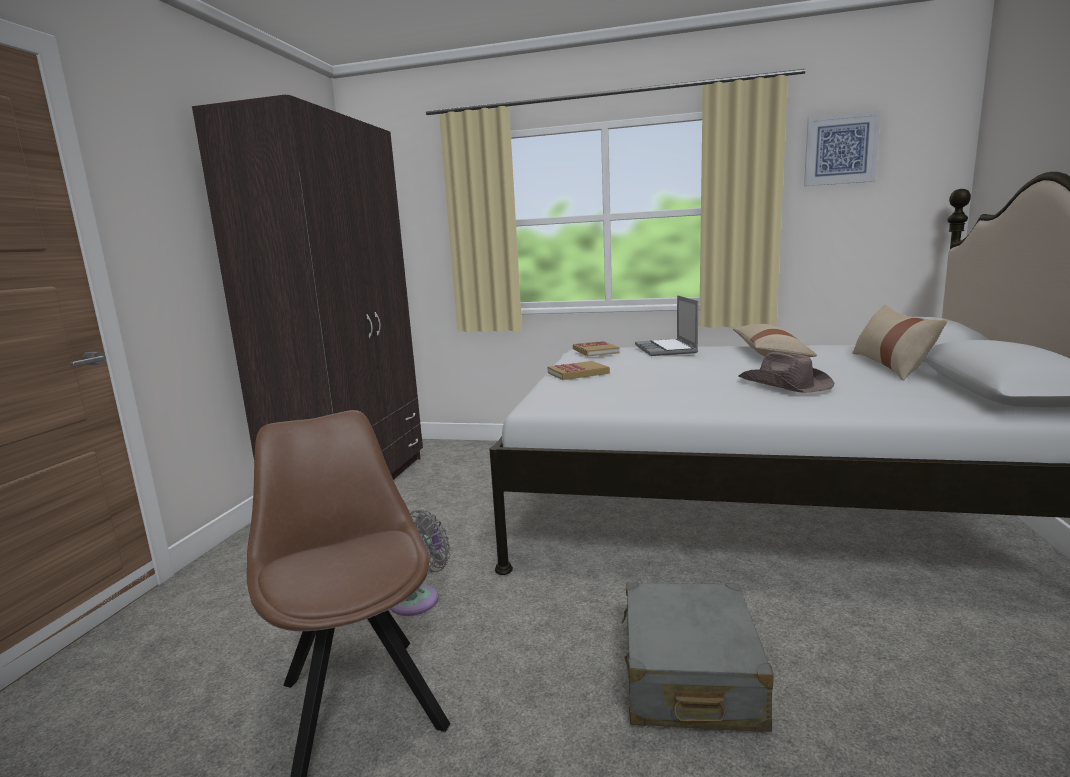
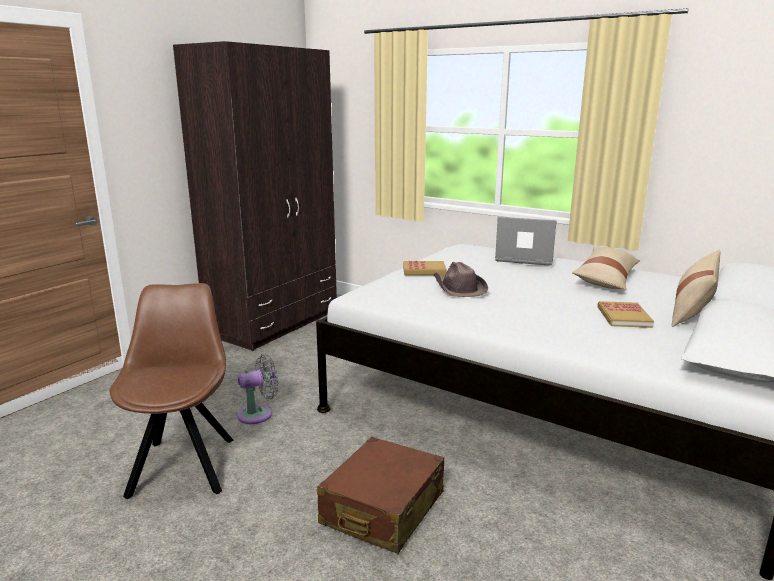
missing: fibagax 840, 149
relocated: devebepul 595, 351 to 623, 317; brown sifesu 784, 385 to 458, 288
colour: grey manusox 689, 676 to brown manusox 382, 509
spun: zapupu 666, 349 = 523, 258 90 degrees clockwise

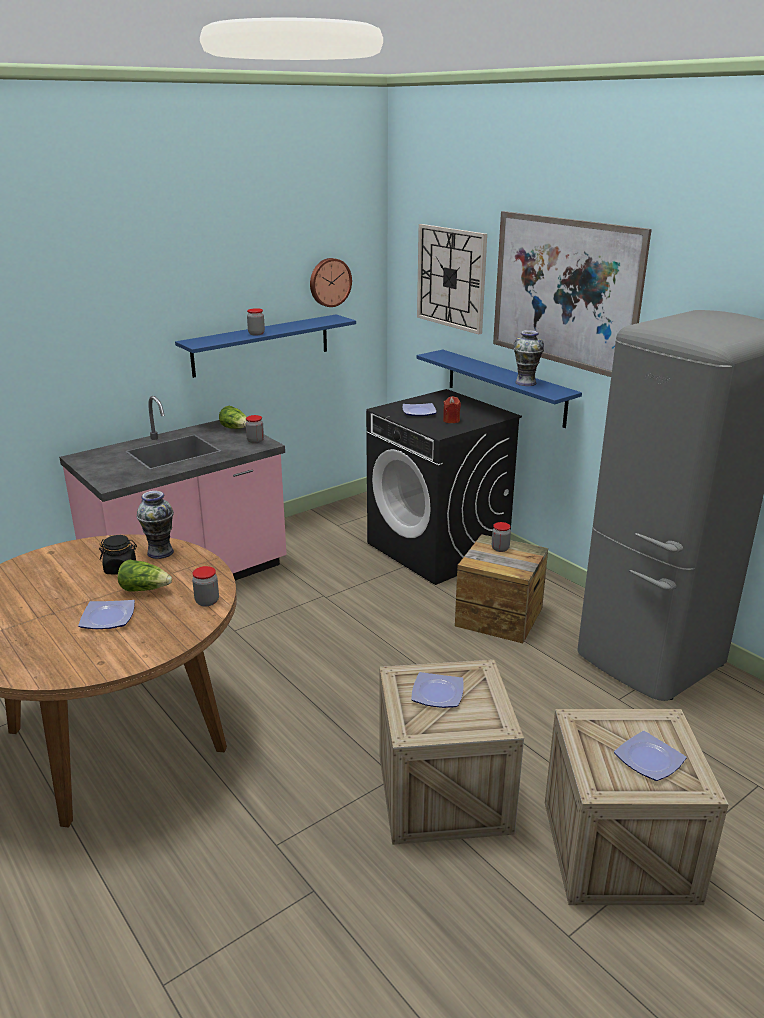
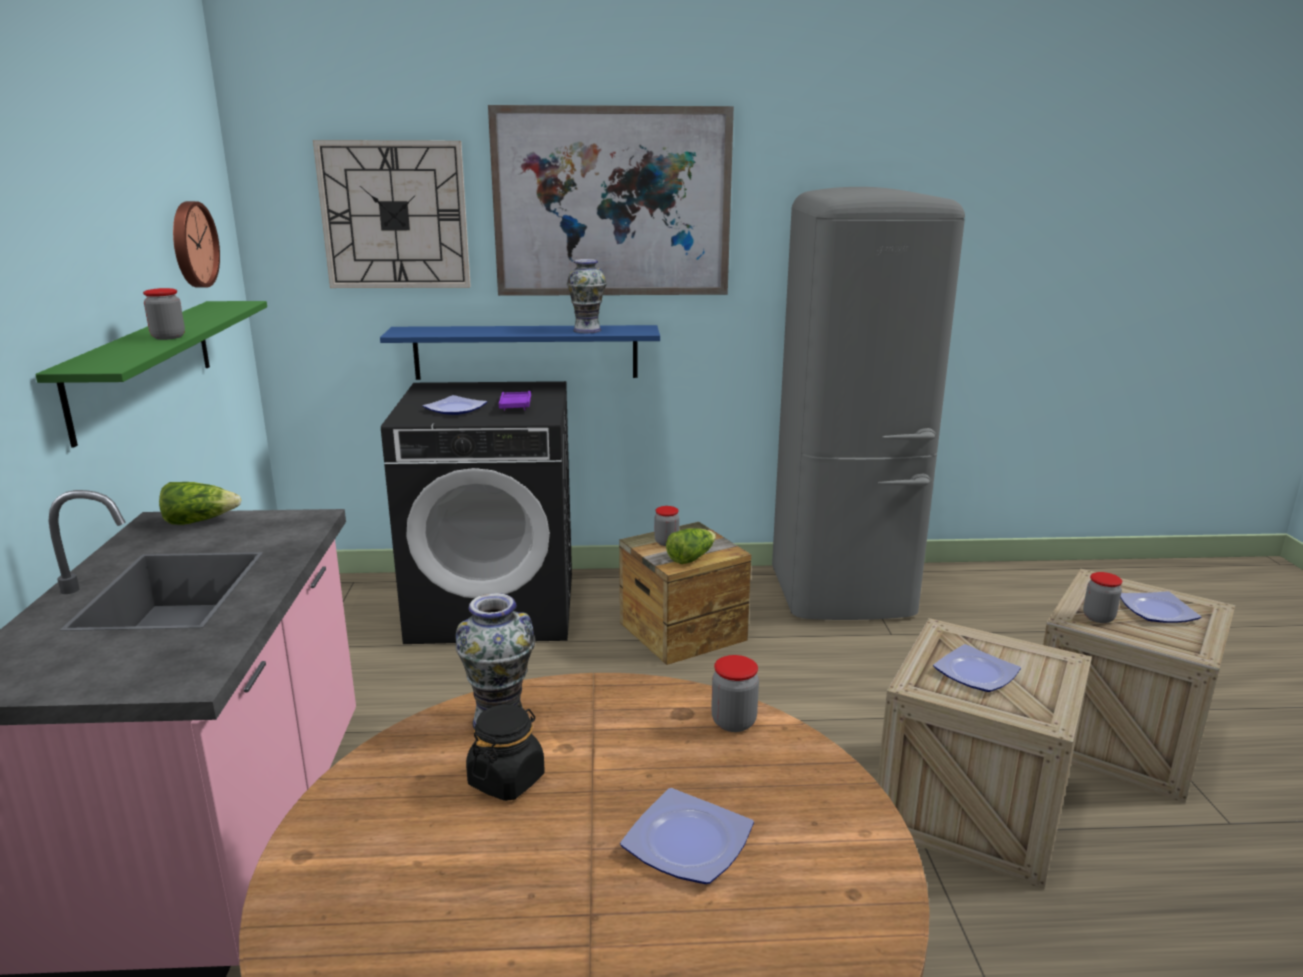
relocated: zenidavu 145, 589 to 691, 558; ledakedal 255, 441 to 1098, 617
exchanged: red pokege 451, 420 to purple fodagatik 515, 405
colour: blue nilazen 261, 345 to green nilazen 142, 366

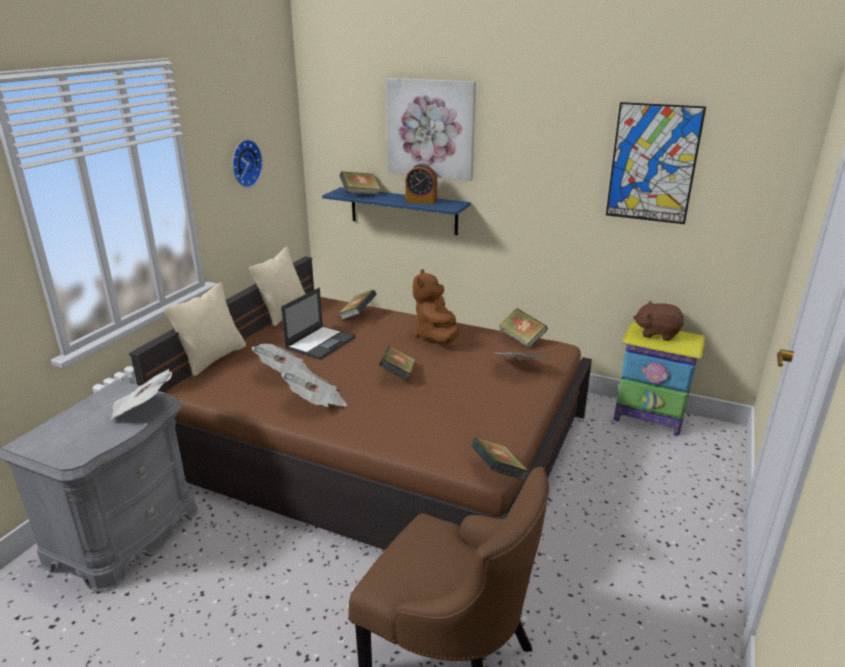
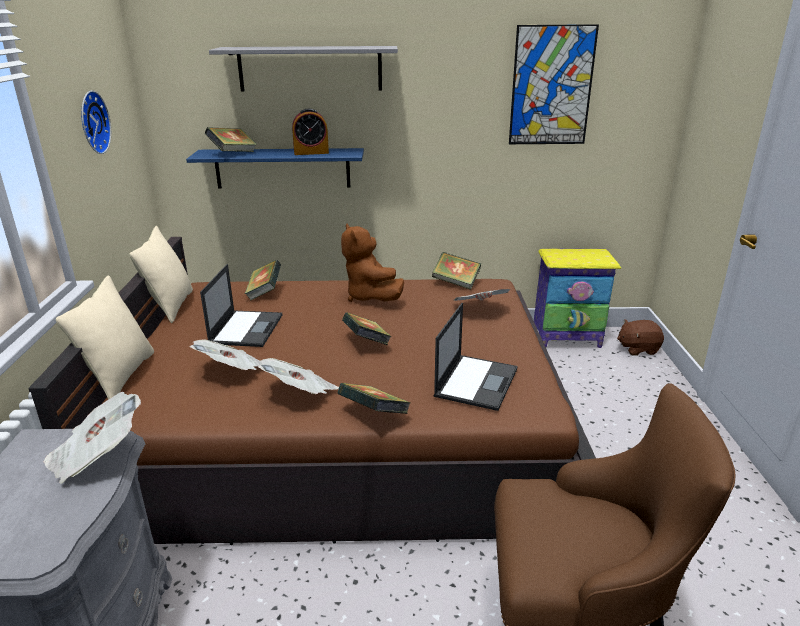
appeared: zapupu 476, 381
relocated: devebepul 498, 473 to 374, 415; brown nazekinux 657, 333 to 638, 348
exchanged: fibagax 431, 128 to grey nilazen 310, 69

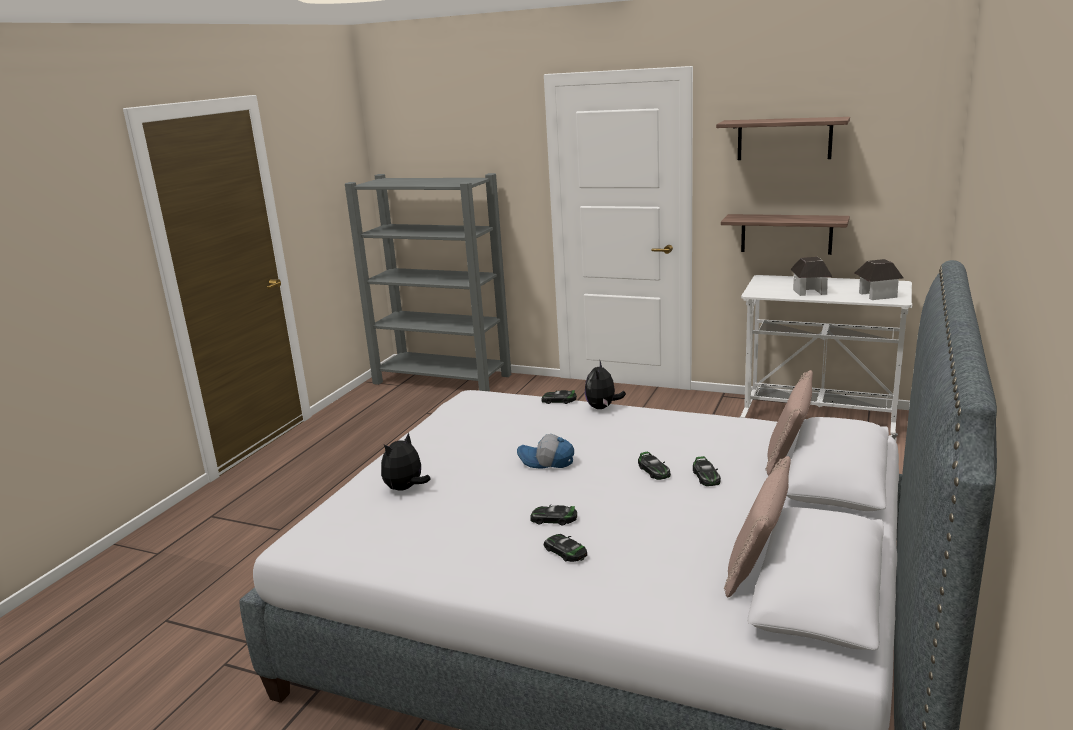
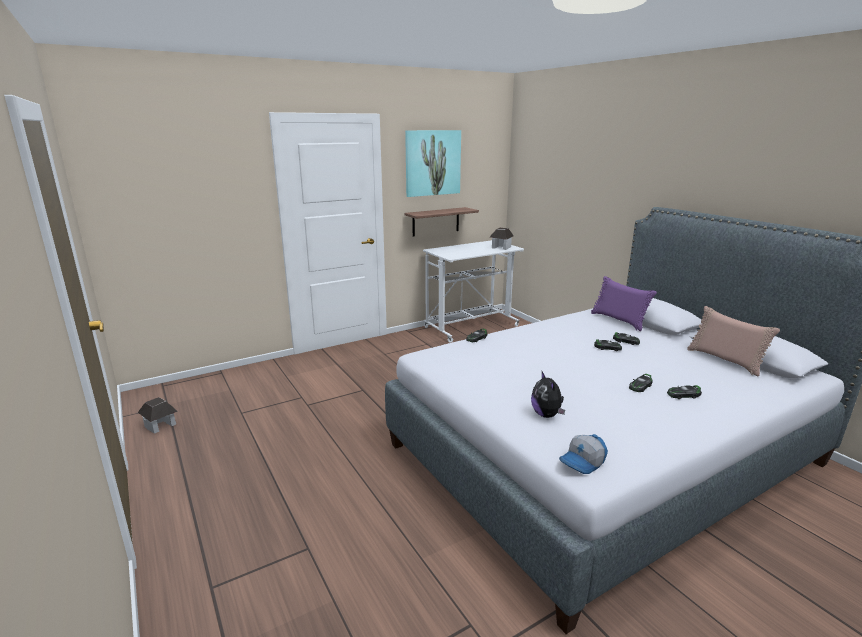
missing: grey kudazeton 442, 379; nazekinux 602, 407
relocated: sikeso 546, 461 to 583, 462; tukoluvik 809, 292 to 160, 425
exchanged: nilazen 784, 139 to fibagax 433, 163
colour: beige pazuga 788, 452 to purple pazuga 619, 321

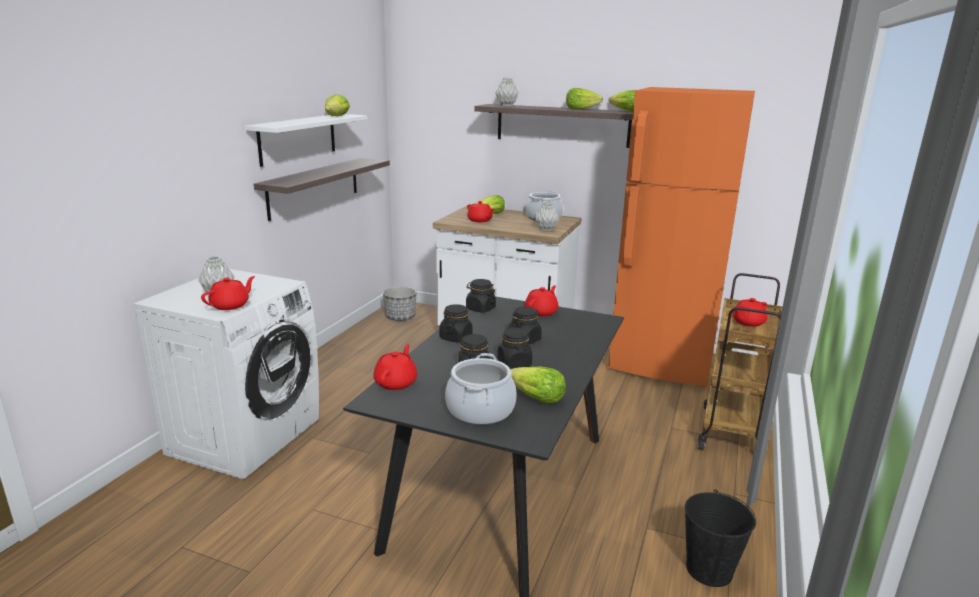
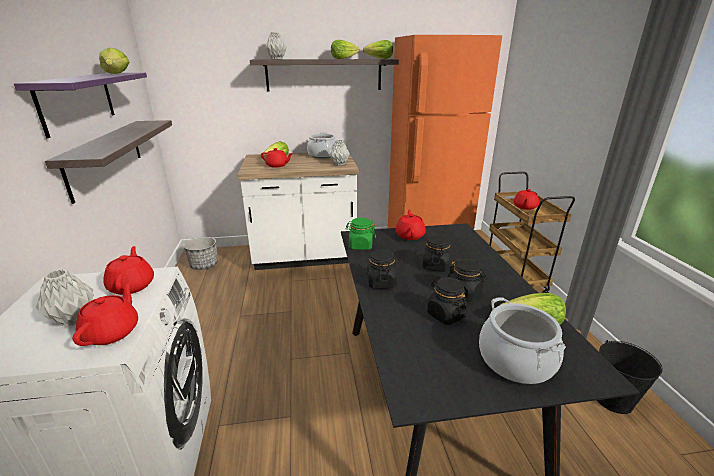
relocated: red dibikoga 396, 382 to 132, 285
colour: white nilazen 298, 138 to purple nilazen 78, 101; black ledakedal 480, 308 to green ledakedal 360, 245

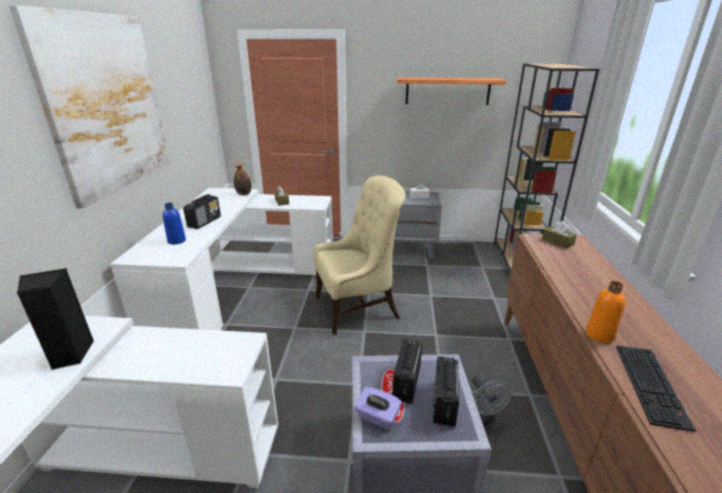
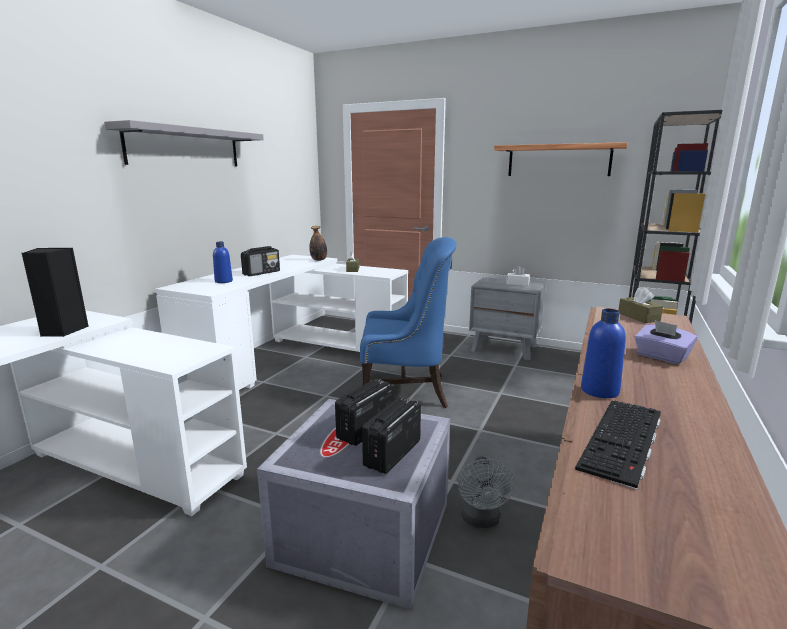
relocated: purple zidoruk 377, 417 to 661, 357
exchanged: fibagax 107, 104 to grey nilazen 185, 147
colour: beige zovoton 358, 307 to blue zovoton 405, 390; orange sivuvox 599, 335 to blue sivuvox 599, 391

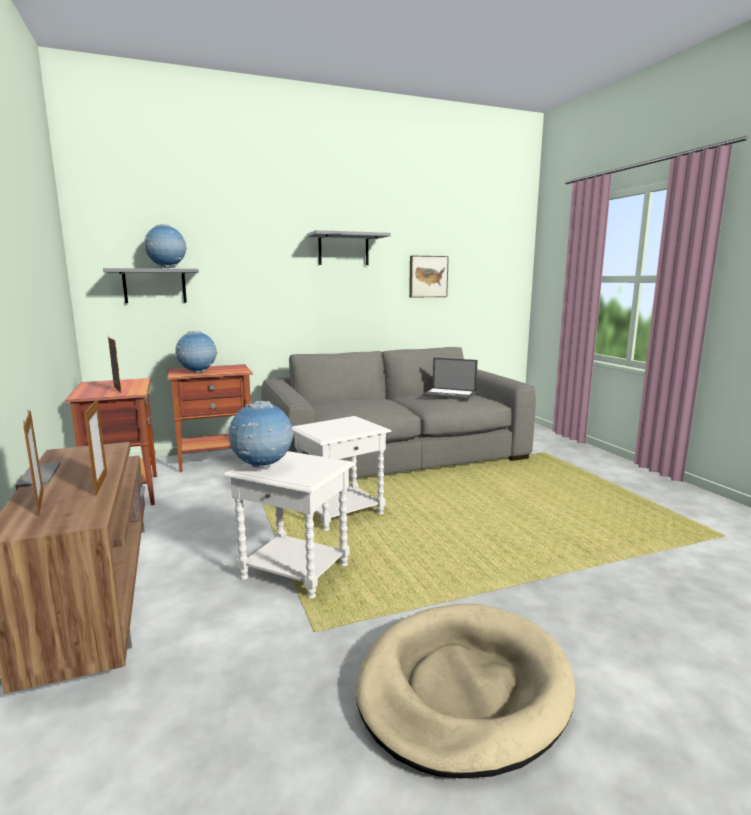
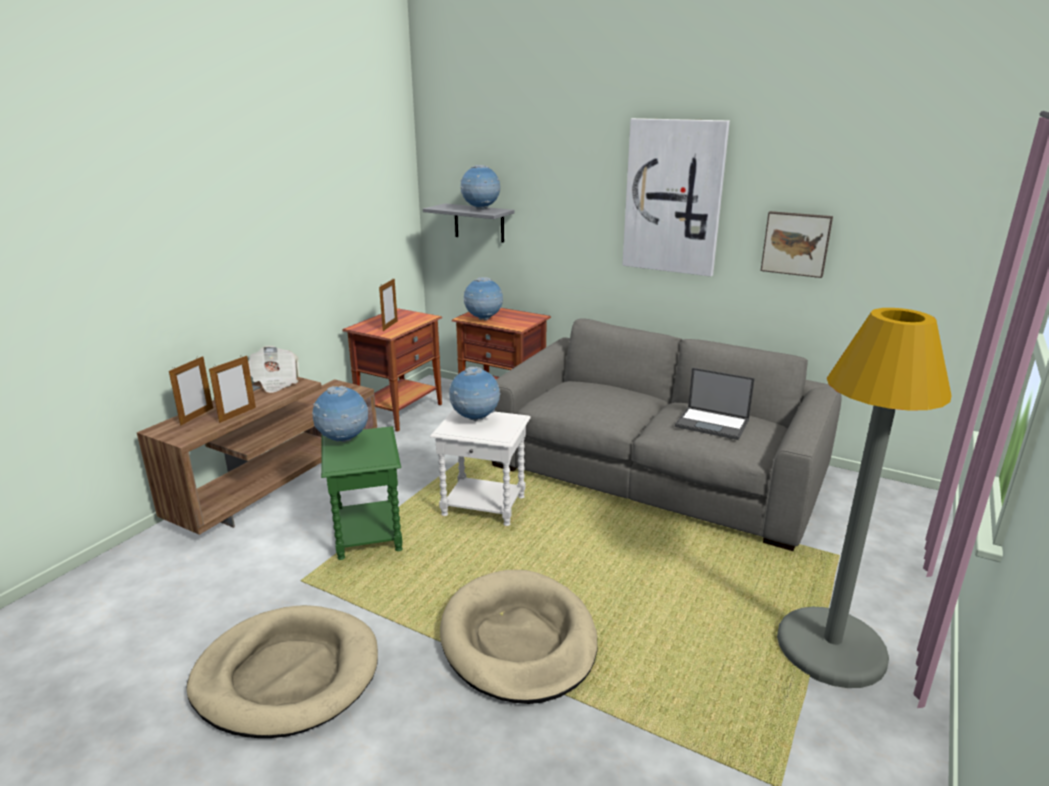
appeared: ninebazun 275, 382; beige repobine 518, 640; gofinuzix 475, 419; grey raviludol 831, 648
exchanged: grey nilazen 343, 249 to fibagax 673, 197
colour: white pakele 296, 570 to green pakele 370, 534
spun: zapupu 450, 394 = 713, 423 45 degrees counterclockwise

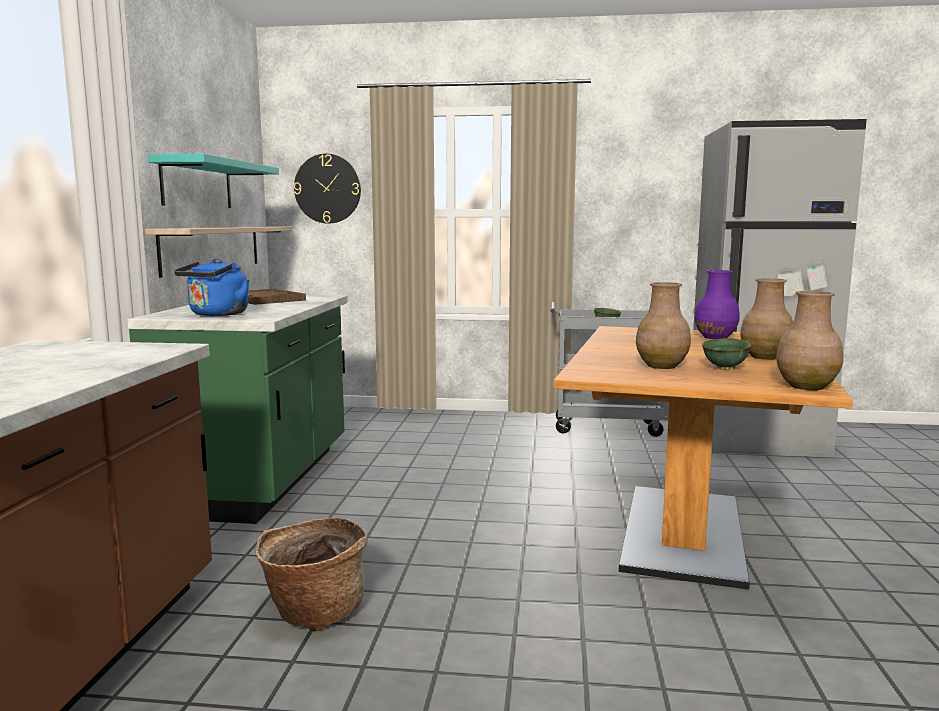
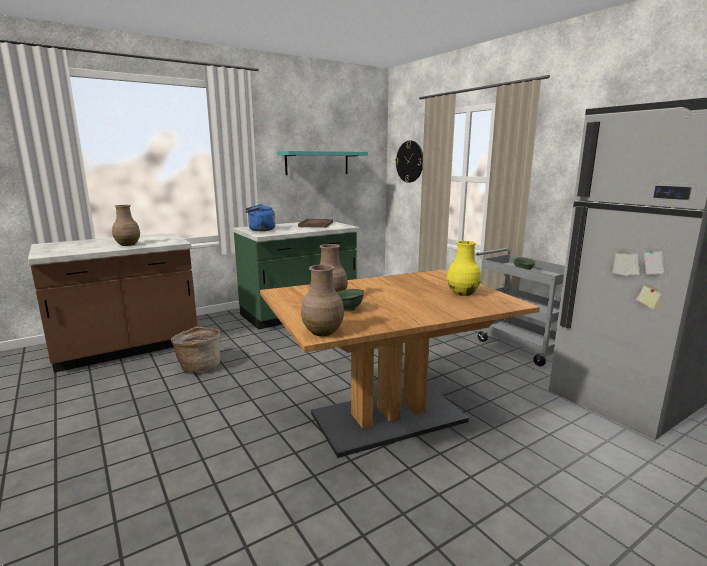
missing: nilazen 213, 248
relocated: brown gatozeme 765, 357 to 128, 244
colour: purple gatozeme 715, 337 to yellow gatozeme 462, 293

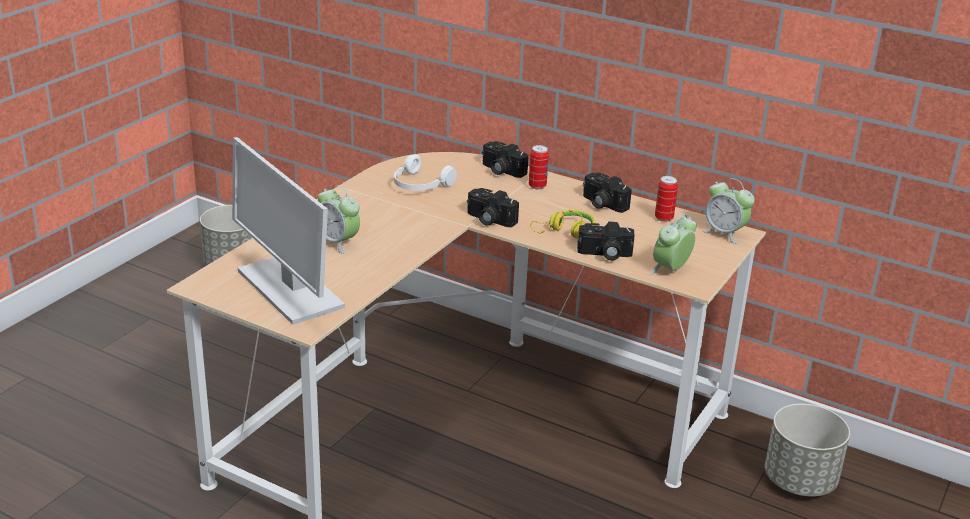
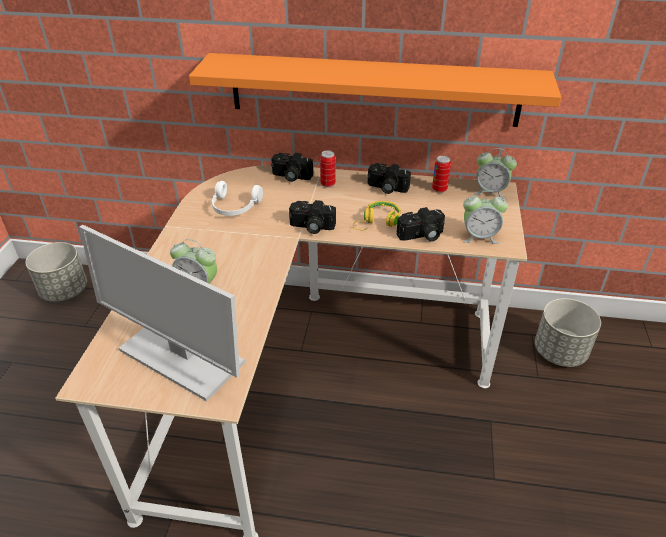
appeared: orange nilazen 373, 90
spun: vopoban 671, 270 = 479, 237 105 degrees counterclockwise

